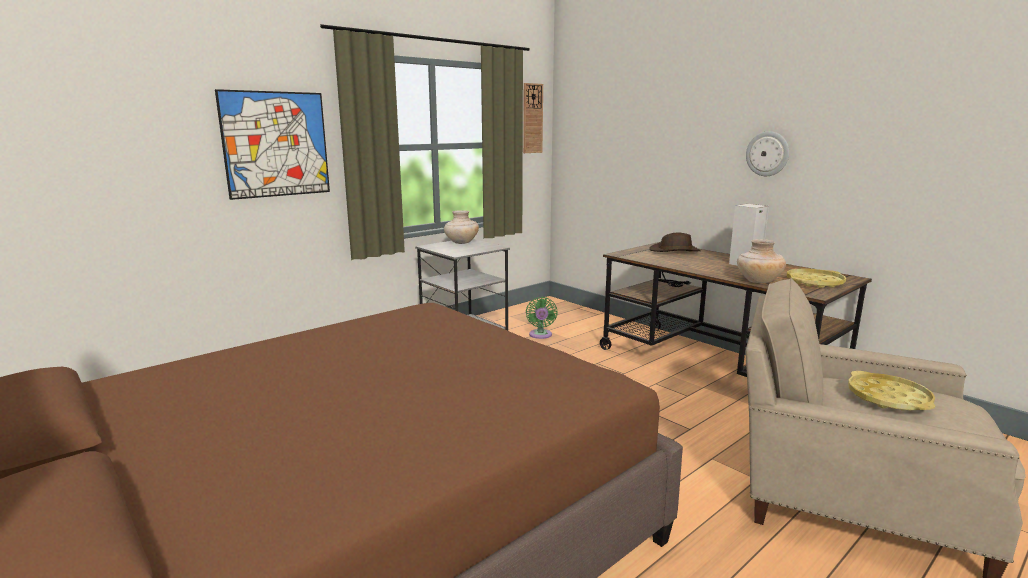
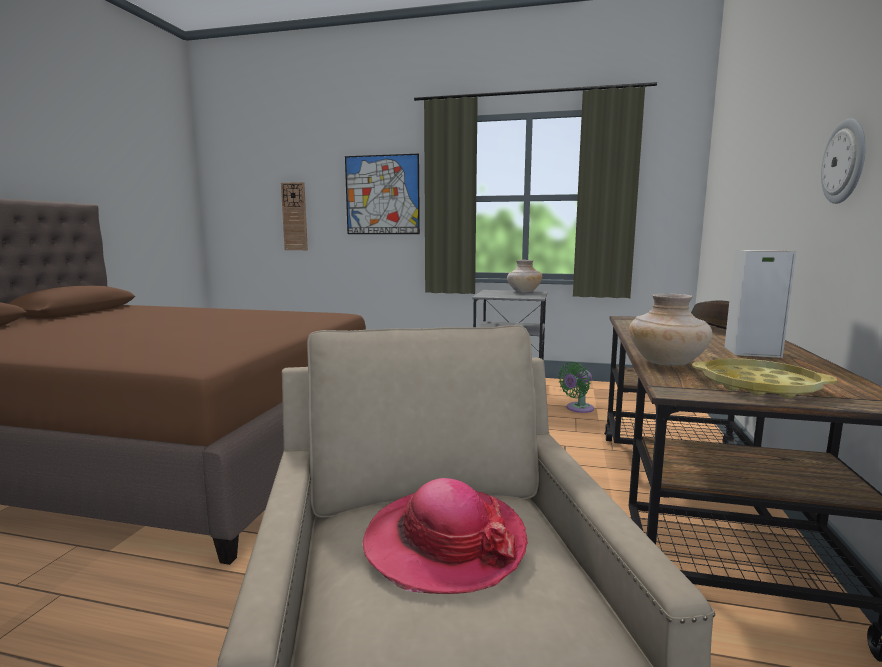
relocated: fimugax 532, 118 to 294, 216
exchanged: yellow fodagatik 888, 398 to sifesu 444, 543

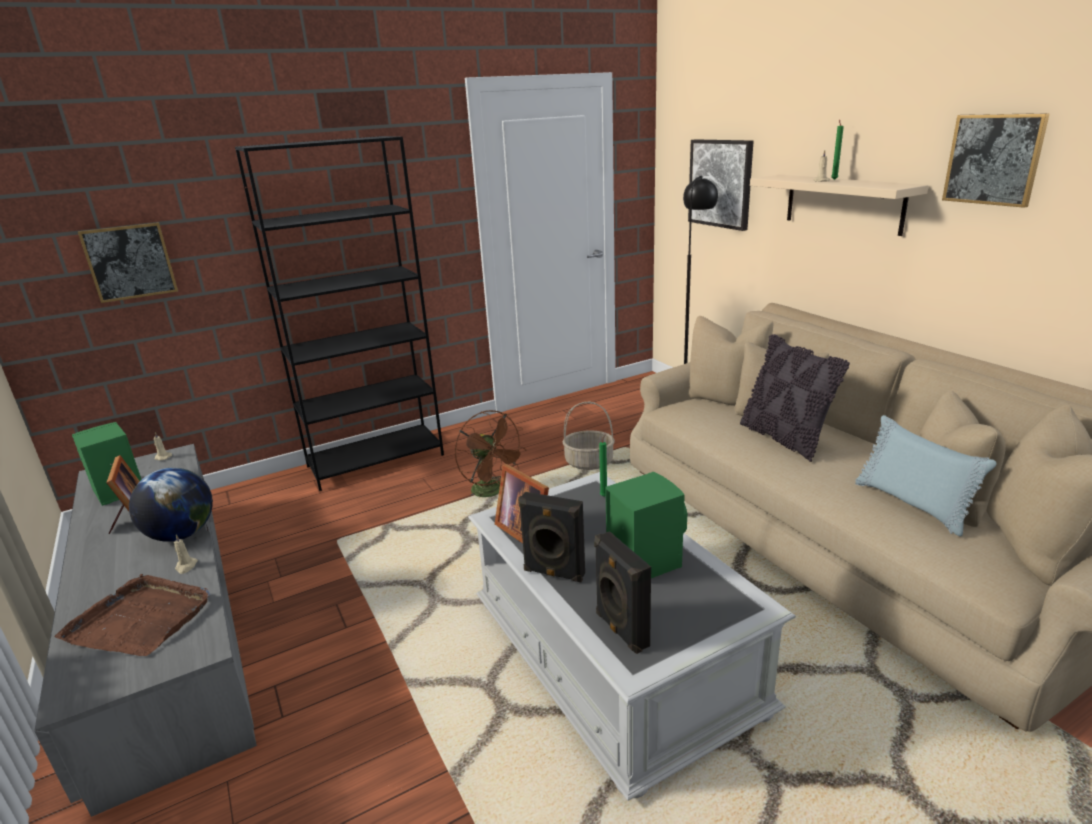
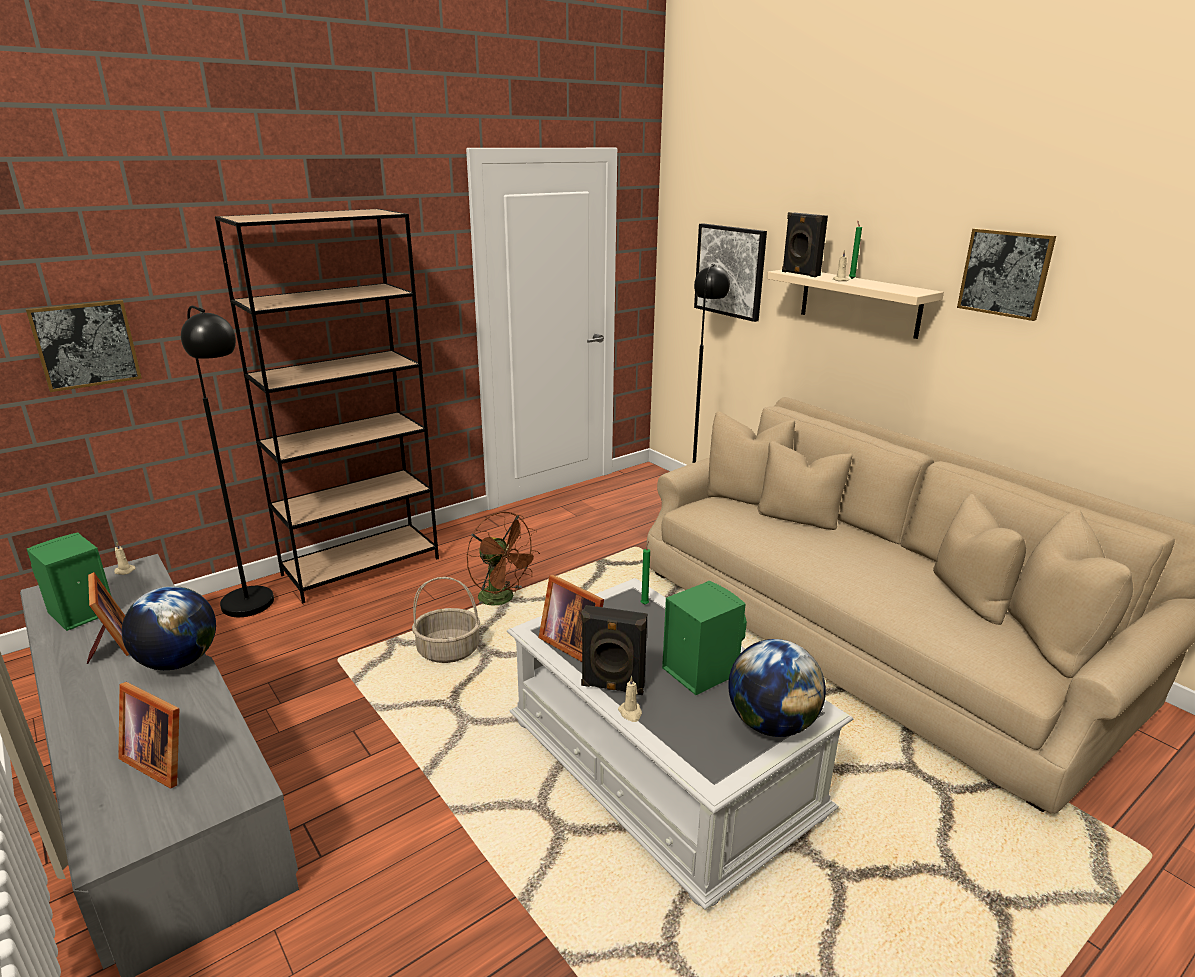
missing: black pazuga 784, 439; blue pazuga 912, 505
appeared: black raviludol 255, 610; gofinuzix 771, 724
relocated: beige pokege 186, 566 to 630, 713; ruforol 588, 463 to 447, 651; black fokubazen 620, 630 to 799, 274
exchanged: brown fodagatik 141, 619 to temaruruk 161, 760
colour: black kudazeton 376, 460 to beige kudazeton 362, 566

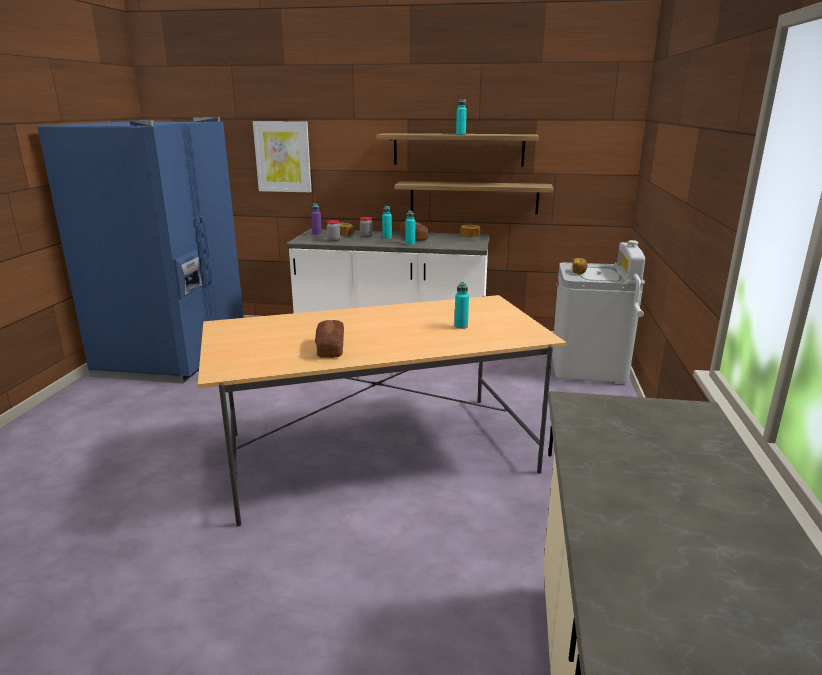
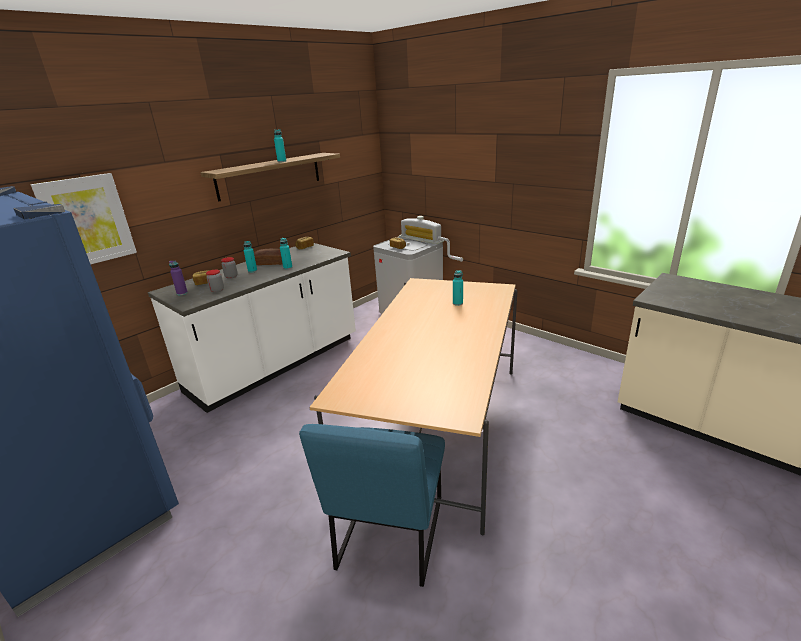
missing: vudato 330, 348; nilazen 473, 197
appeared: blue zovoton 389, 534

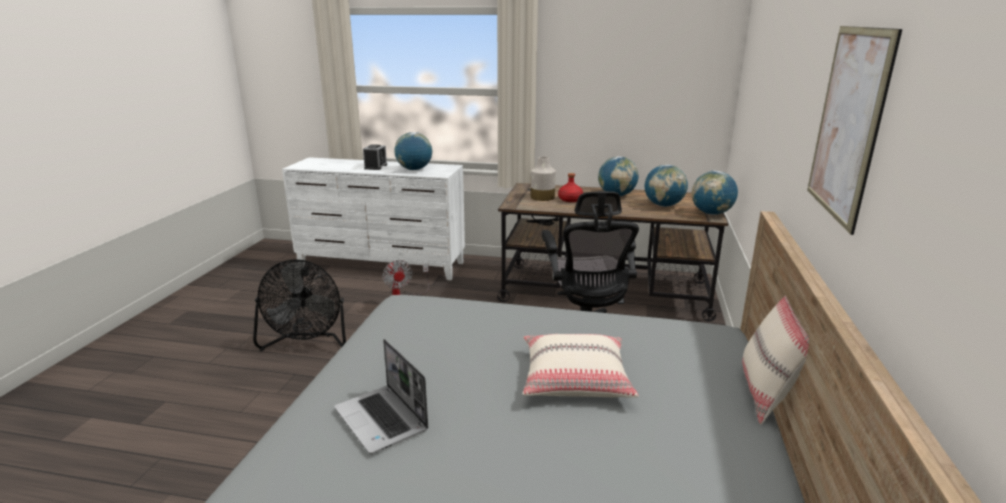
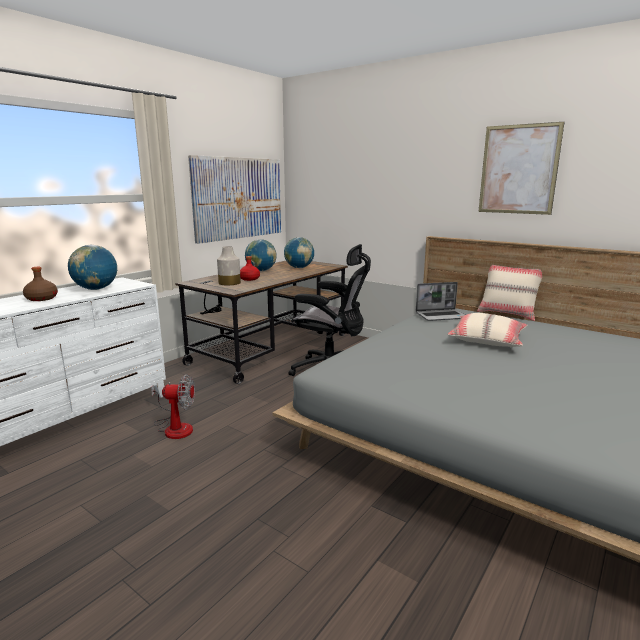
missing: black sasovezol 305, 341; gofinuzix 711, 213
appeared: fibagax 238, 198
relocated: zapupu 382, 420 to 441, 316
exchanged: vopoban 375, 167 to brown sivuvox 41, 298

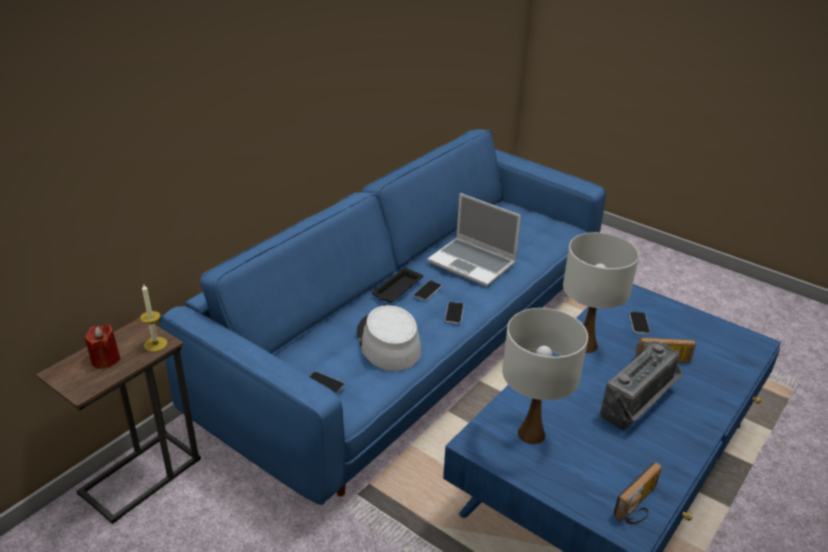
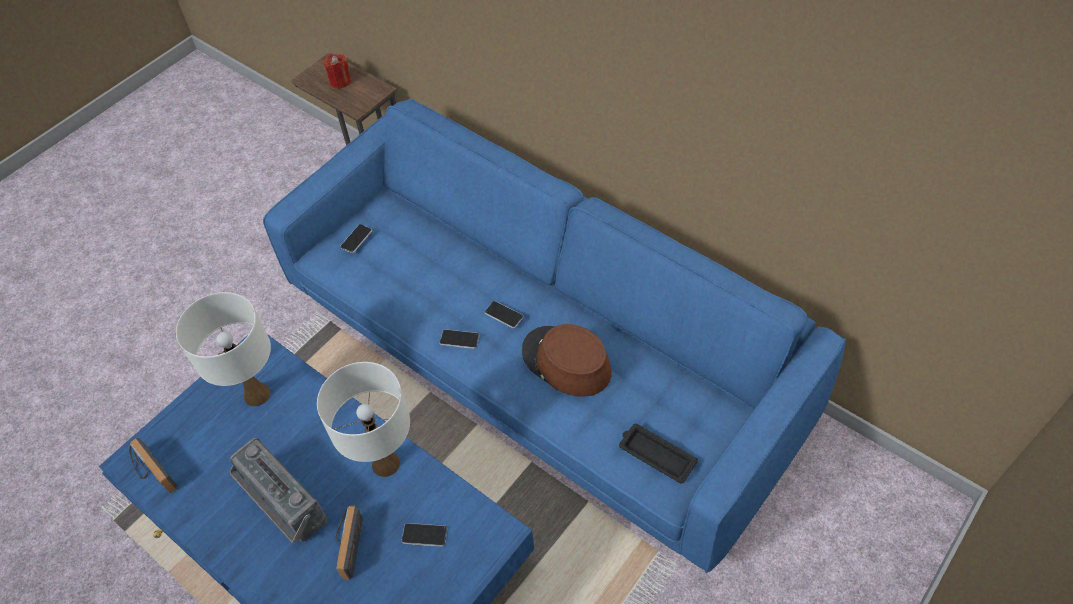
missing: pokege 155, 344; grey sifesu 388, 342
relocated: black fodagatik 397, 289 to 655, 455
exchanged: zapupu 473, 263 to brown sifesu 566, 362

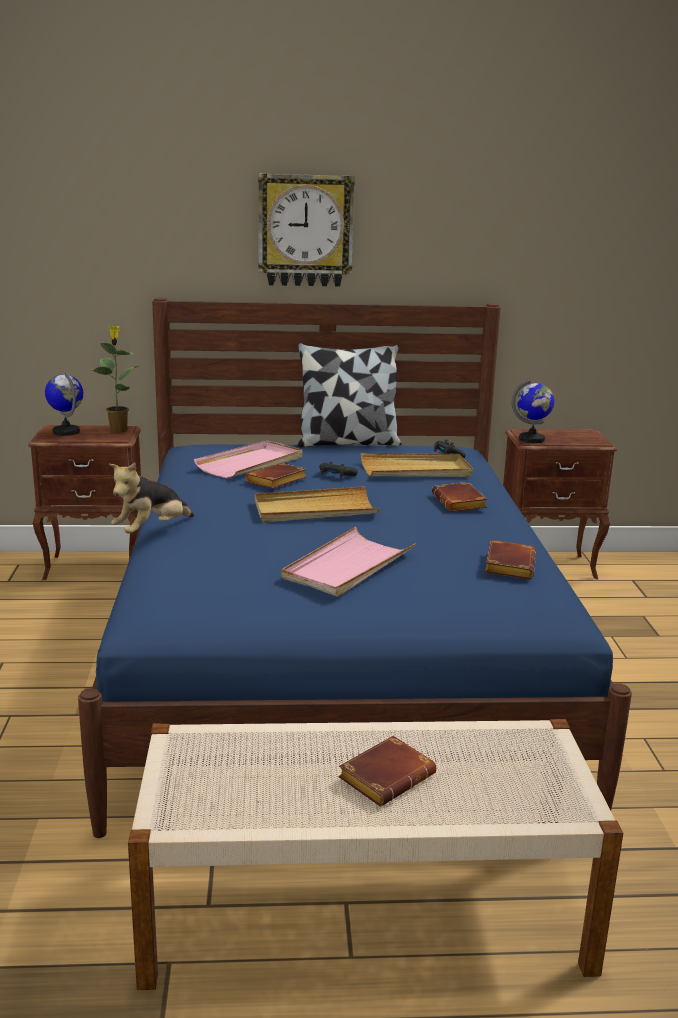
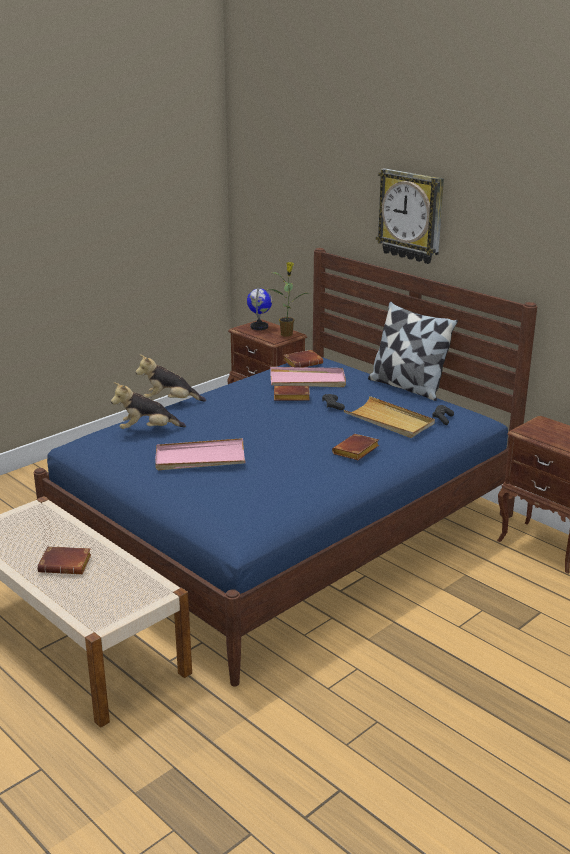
missing: beige fodagatik 314, 510; gofinuzix 532, 439
appeared: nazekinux 147, 430
relocated: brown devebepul 507, 565 to 303, 362

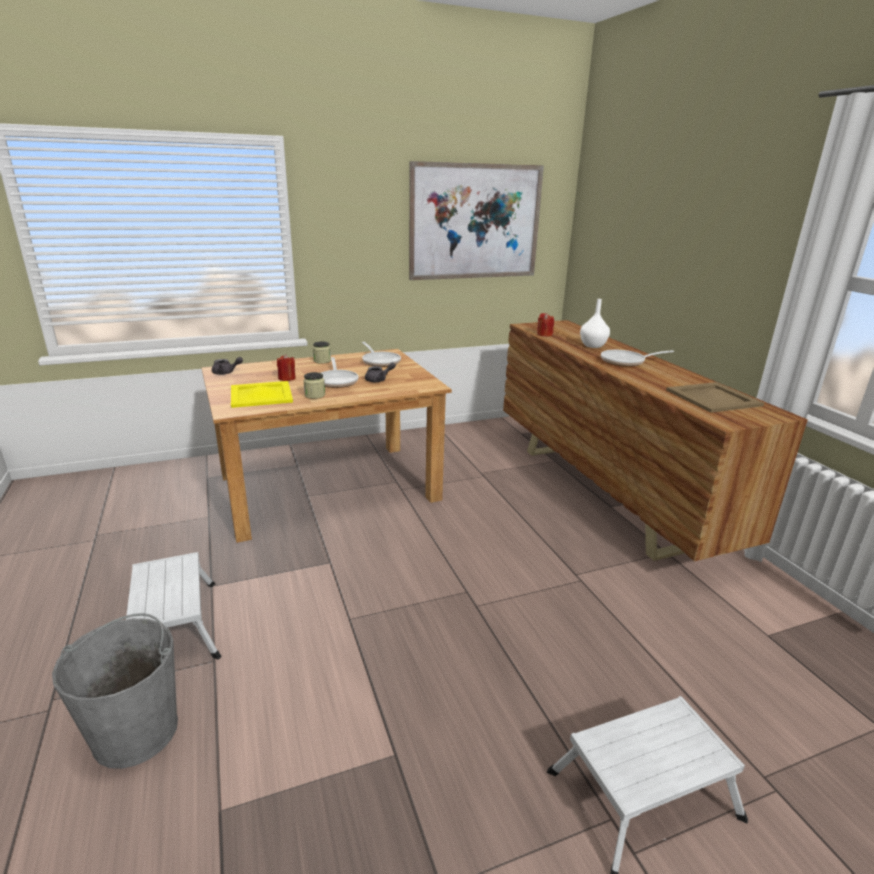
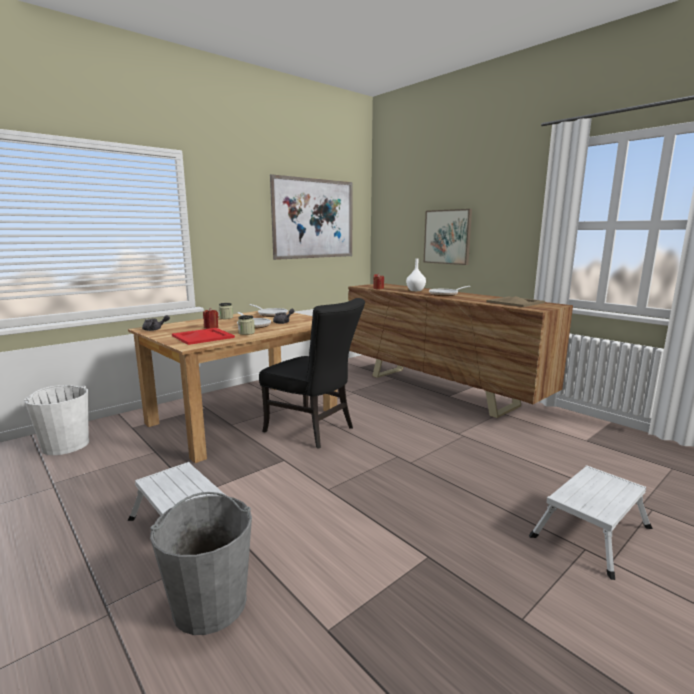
appeared: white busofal 66, 445; black zovoton 314, 430; fibagax 447, 237
colour: yellow fodagatik 262, 395 to red fodagatik 203, 336

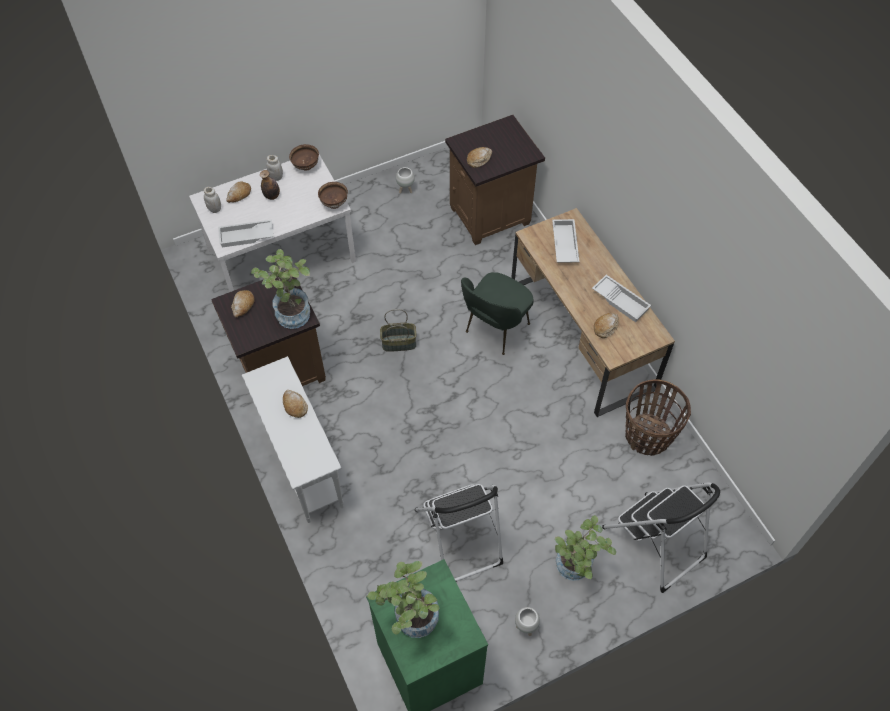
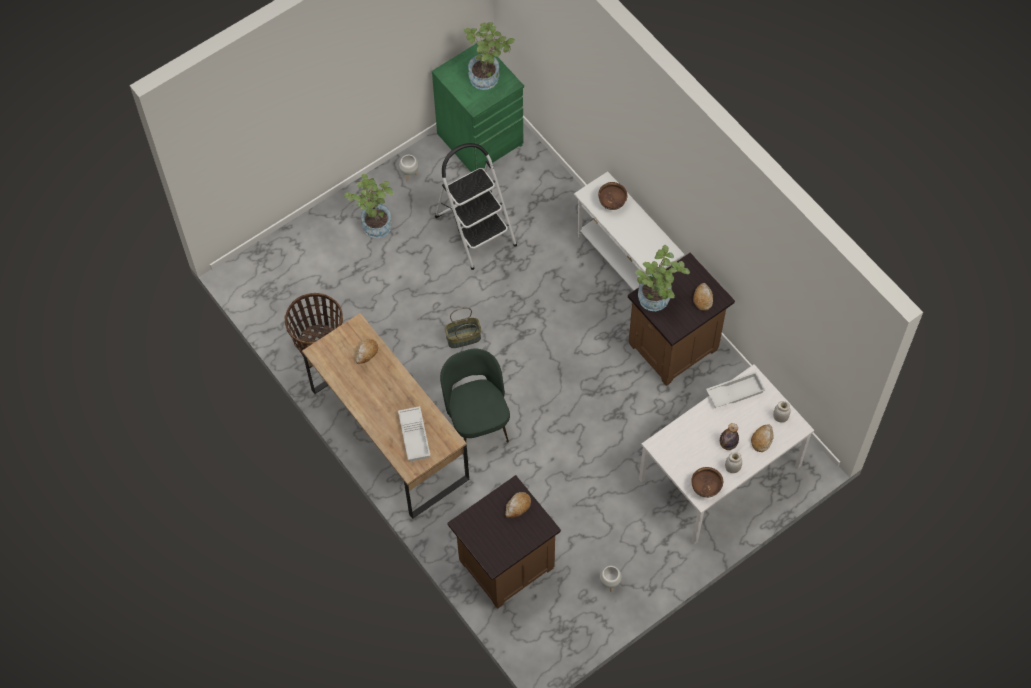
missing: vudato 294, 406; white fodagatik 621, 300; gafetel 655, 544
relocated: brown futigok 334, 204 to 612, 203; ruforol 399, 342 to 463, 338
spun: green zovoton 494, 331 = 477, 423 45 degrees counterclockwise

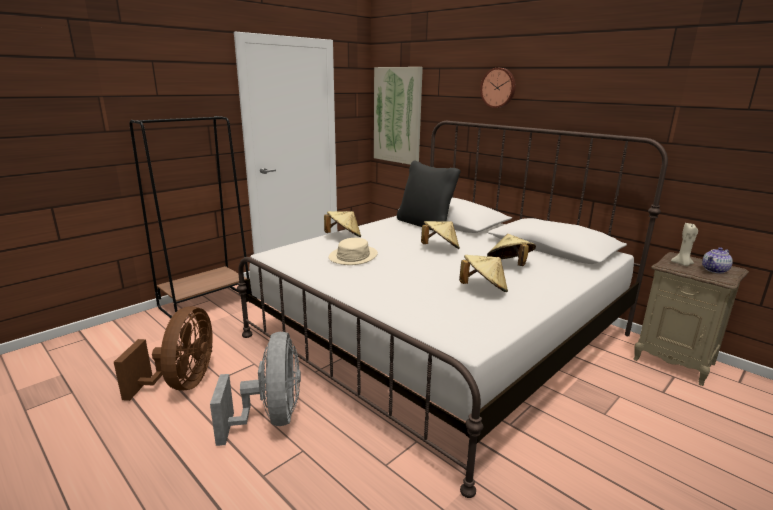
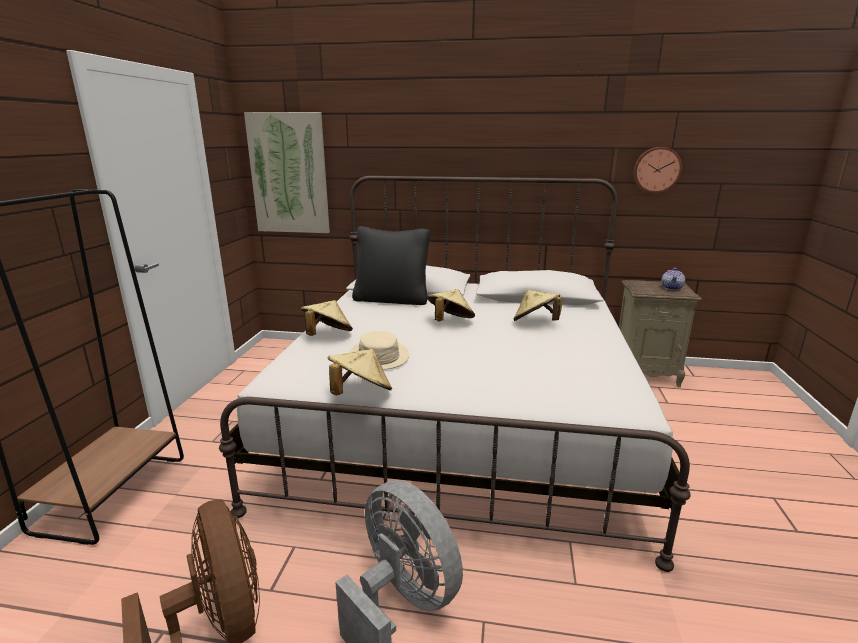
missing: beige pokege 682, 264
relocated: beige sifesu 483, 289 to 360, 393; fimugax 498, 88 to 656, 170

